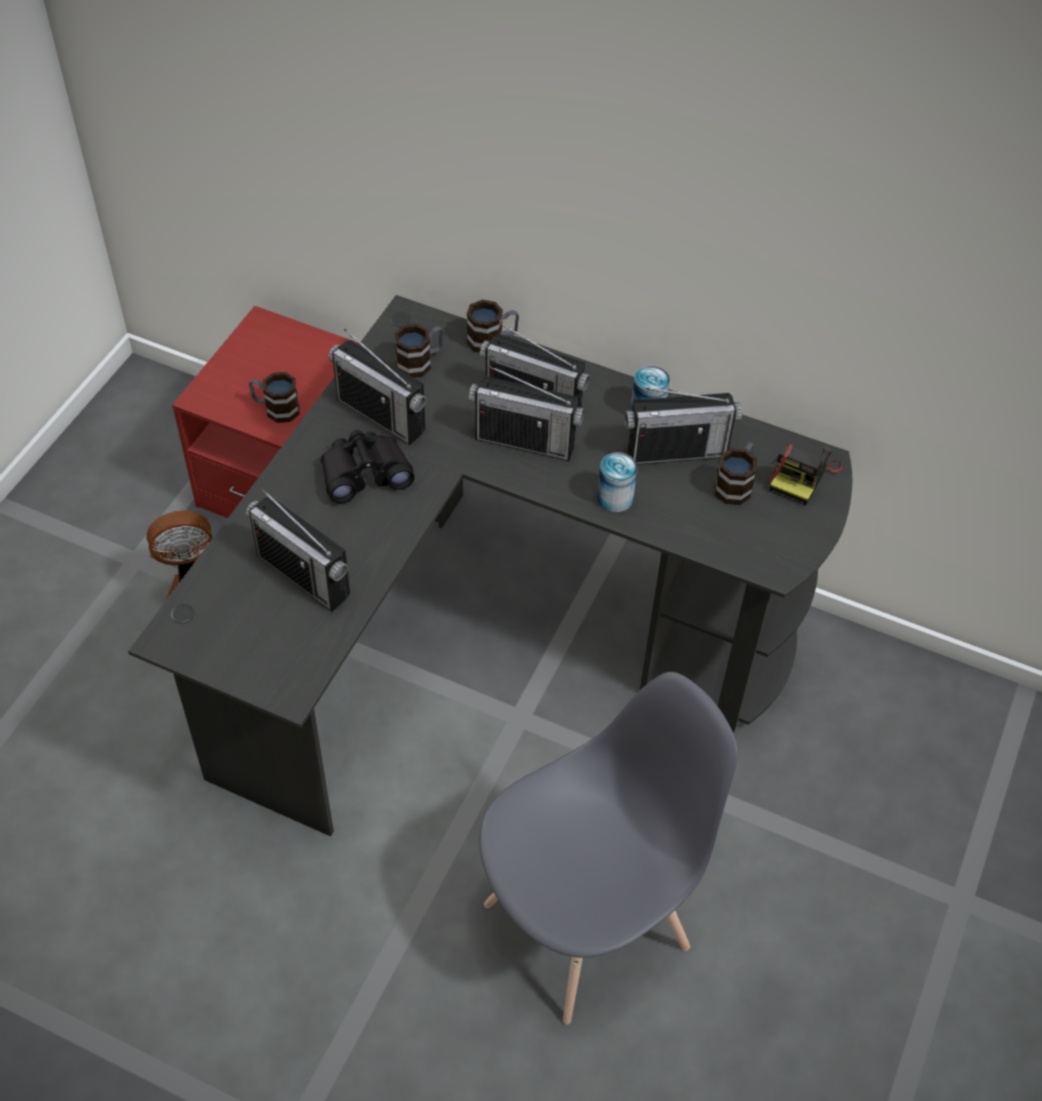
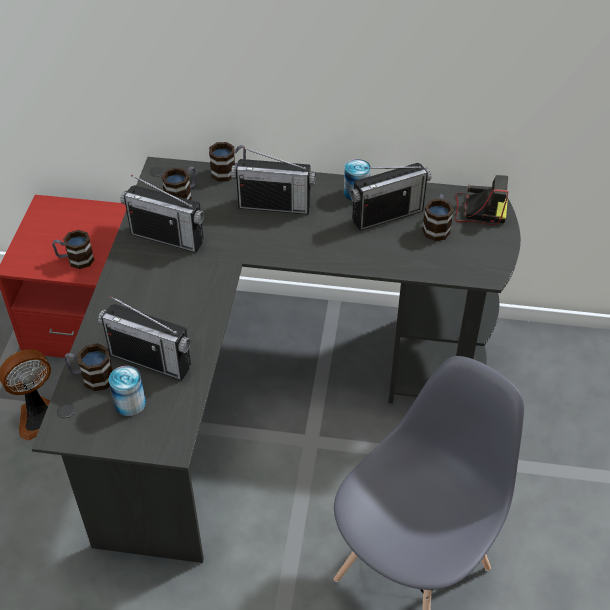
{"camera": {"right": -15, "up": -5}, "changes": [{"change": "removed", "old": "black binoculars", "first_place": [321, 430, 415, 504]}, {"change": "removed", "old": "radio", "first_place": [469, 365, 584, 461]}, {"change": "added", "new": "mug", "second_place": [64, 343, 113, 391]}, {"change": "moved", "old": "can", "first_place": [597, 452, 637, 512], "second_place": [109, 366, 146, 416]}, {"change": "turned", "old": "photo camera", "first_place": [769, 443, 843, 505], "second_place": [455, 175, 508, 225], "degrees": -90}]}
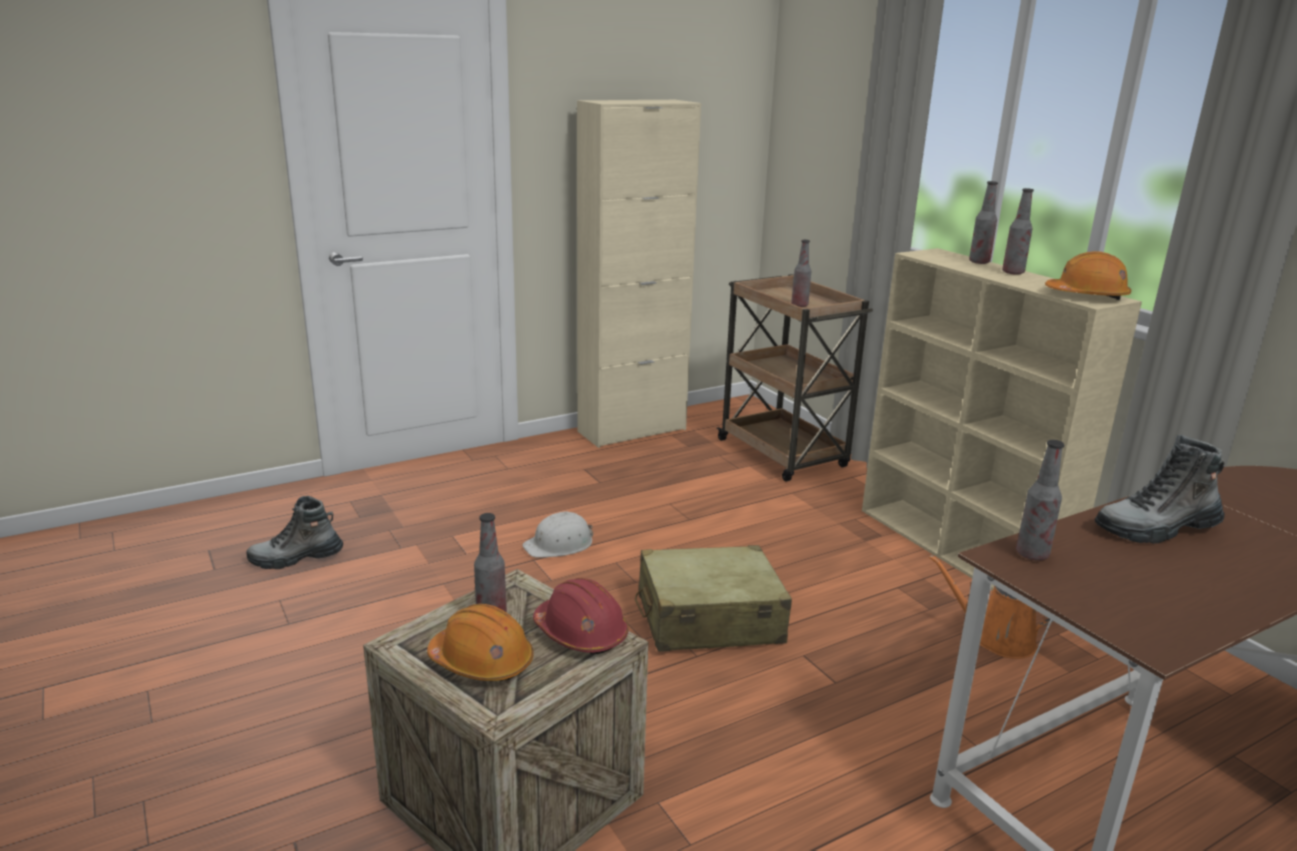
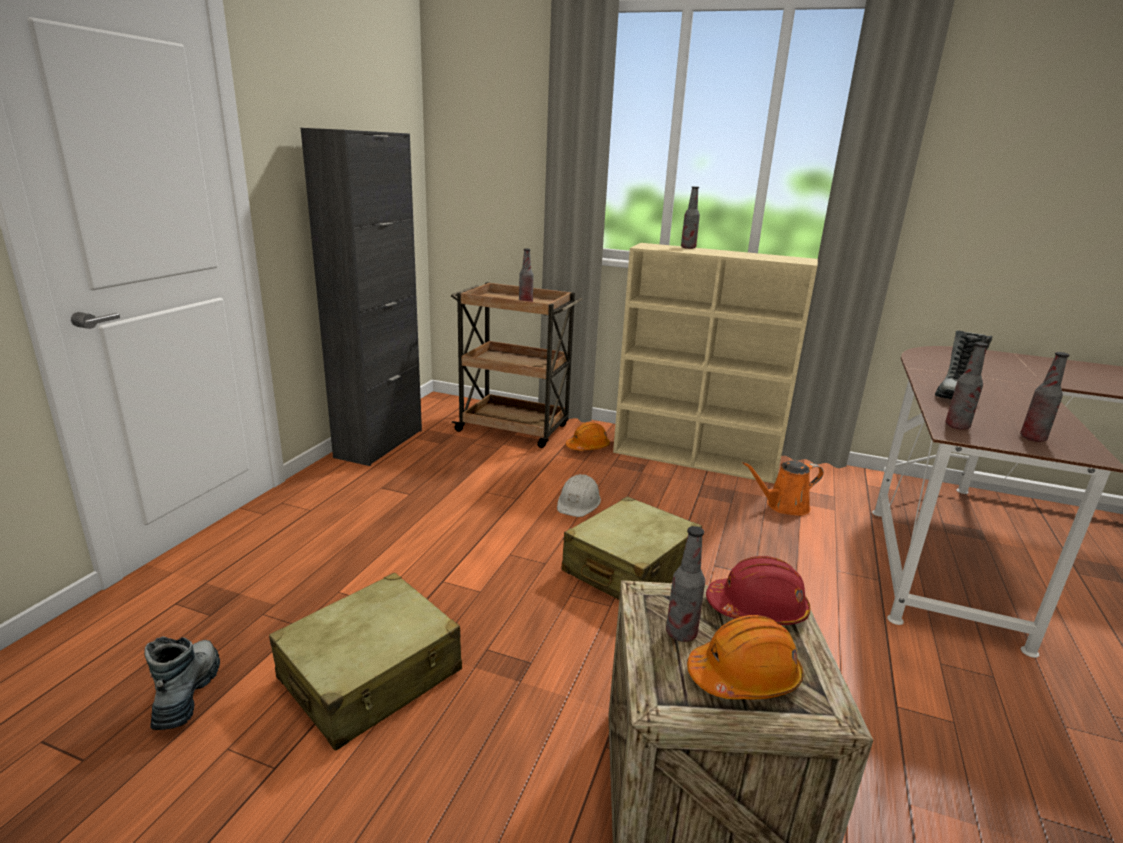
{"camera": {"right": -40, "up": 0}, "changes": [{"change": "added", "new": "beige suitcase", "second_place": [269, 573, 462, 750]}, {"change": "moved", "old": "white hard hat", "first_place": [522, 512, 593, 558], "second_place": [557, 474, 601, 517]}, {"change": "moved", "old": "bottle", "first_place": [1002, 188, 1034, 275], "second_place": [1020, 352, 1069, 442]}, {"change": "moved", "old": "orange hard hat", "first_place": [1045, 251, 1131, 301], "second_place": [566, 422, 610, 451]}, {"change": "recoloured", "old": "beige cabinet", "new": "black cabinet", "first_place": [577, 100, 701, 448], "second_place": [301, 128, 422, 466]}, {"change": "turned", "old": "boot", "first_place": [247, 496, 343, 569], "second_place": [144, 636, 220, 730], "degrees": 135}]}
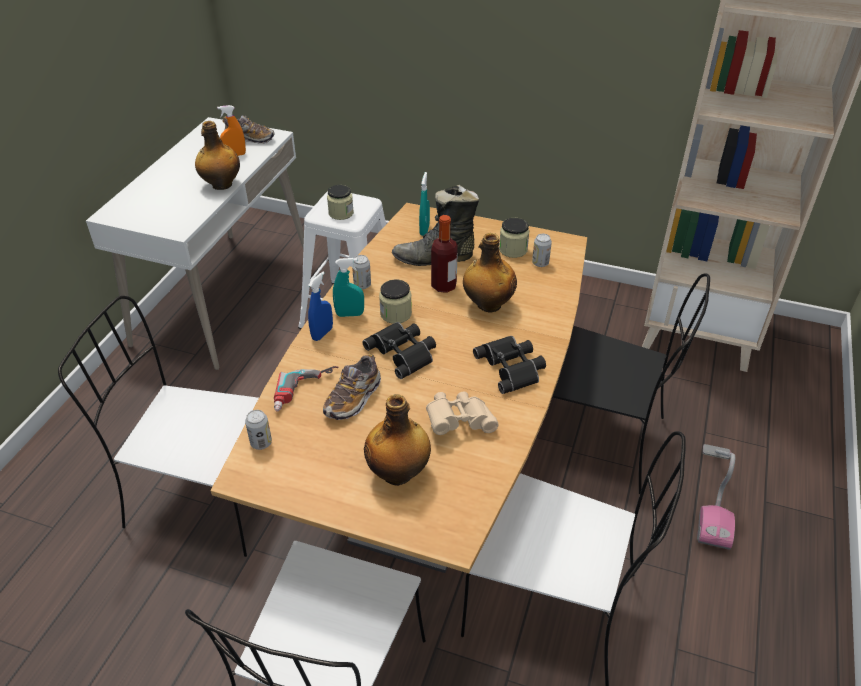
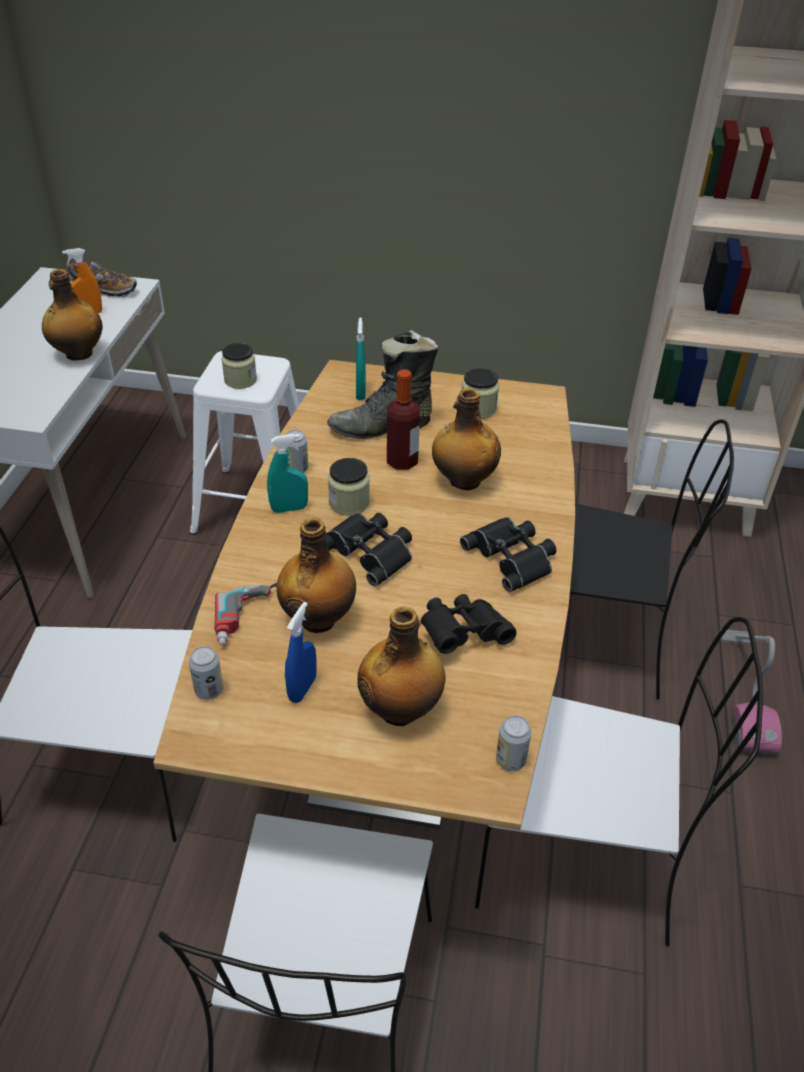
{"camera": {"right": -10, "up": 0}, "changes": [{"change": "moved", "old": "blue spray bottle", "first_place": [308, 272, 333, 341], "second_place": [285, 602, 317, 703]}, {"change": "moved", "old": "can", "first_place": [532, 234, 552, 267], "second_place": [496, 716, 531, 771]}, {"change": "replaced", "old": "shoe", "new": "bottle", "first_place": [323, 354, 381, 420], "second_place": [276, 518, 356, 633]}, {"change": "recoloured", "old": "beige binoculars", "new": "black binoculars", "first_place": [426, 392, 499, 435], "second_place": [421, 594, 516, 654]}]}
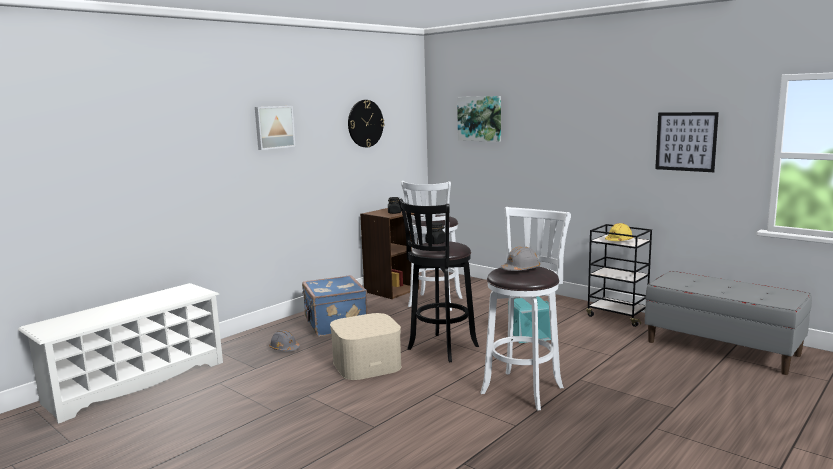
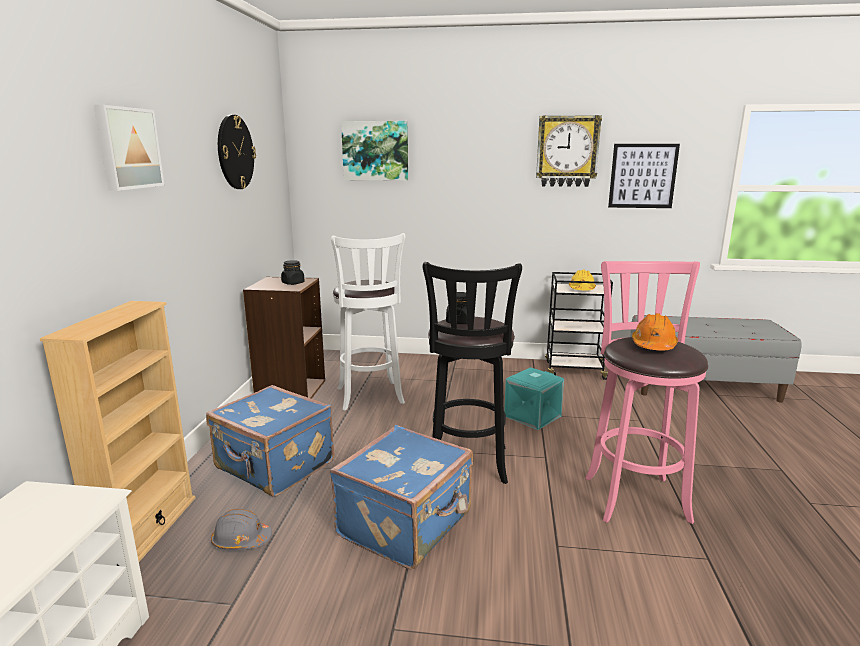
{"camera": {"right": -35, "up": 5}, "changes": [{"change": "added", "new": "beige bookcase", "second_place": [40, 301, 196, 562]}, {"change": "added", "new": "wall clock", "second_place": [536, 115, 602, 187]}, {"change": "replaced", "old": "beige storage box", "new": "blue suitcase", "first_place": [330, 313, 402, 380], "second_place": [330, 425, 473, 569]}, {"change": "recoloured", "old": "white stool", "new": "pink stool", "first_place": [480, 207, 571, 411], "second_place": [585, 261, 708, 524]}, {"change": "recoloured", "old": "grey hard hat", "new": "orange hard hat", "first_place": [501, 246, 540, 271], "second_place": [632, 313, 678, 350]}]}
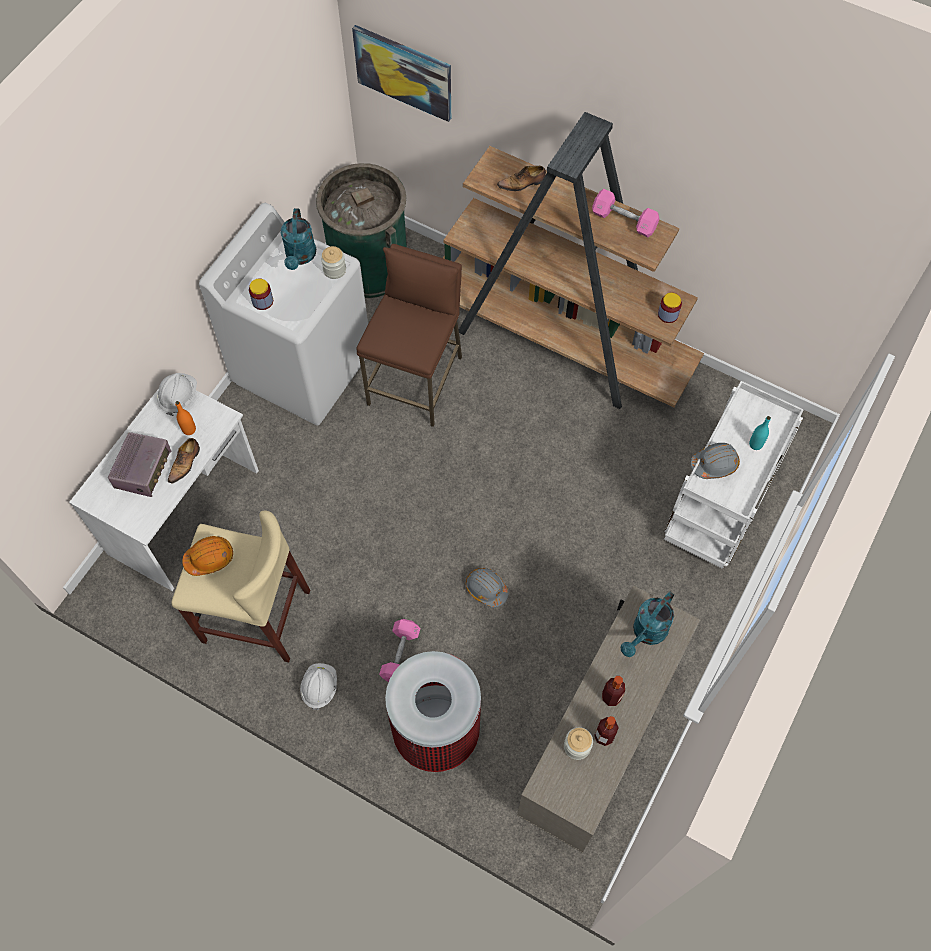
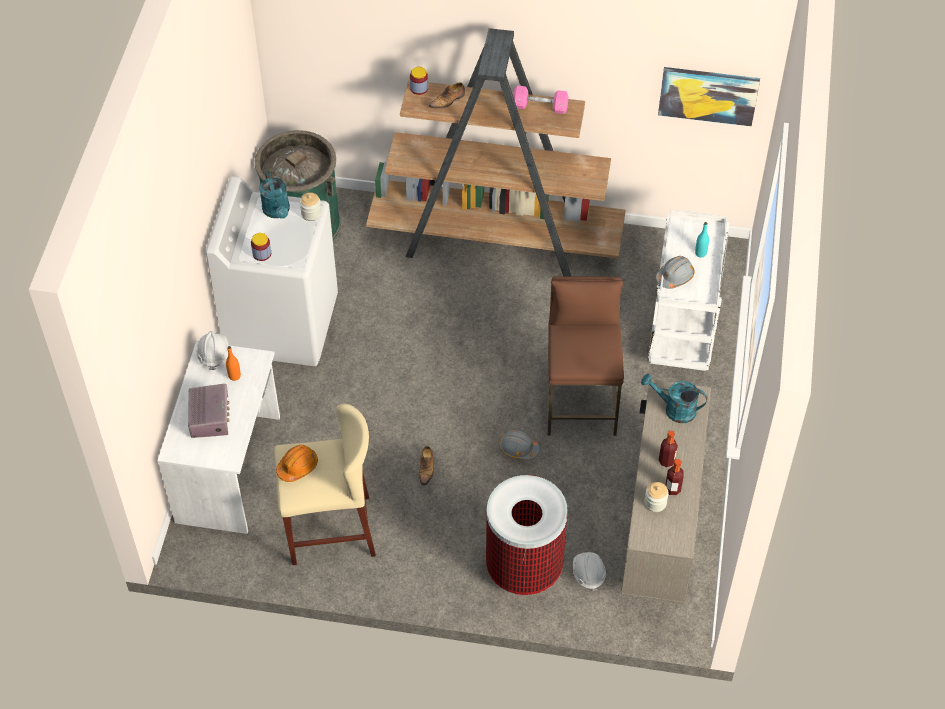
{"camera": {"right": -20, "up": -10}, "changes": [{"change": "removed", "old": "pink dumbbell", "first_place": [379, 619, 421, 682]}, {"change": "moved", "old": "shoe", "first_place": [168, 438, 200, 483], "second_place": [419, 446, 434, 485]}, {"change": "moved", "old": "white hard hat", "first_place": [300, 663, 337, 710], "second_place": [573, 552, 606, 591]}, {"change": "moved", "old": "picture", "first_place": [352, 25, 451, 122], "second_place": [658, 67, 760, 127]}, {"change": "moved", "old": "brown stool", "first_place": [356, 244, 462, 427], "second_place": [548, 276, 624, 436]}, {"change": "moved", "old": "jar", "first_place": [658, 293, 682, 323], "second_place": [410, 67, 428, 95]}, {"change": "turned", "old": "turquoise watering can", "first_place": [621, 591, 674, 657], "second_place": [641, 374, 708, 423], "degrees": 90}]}
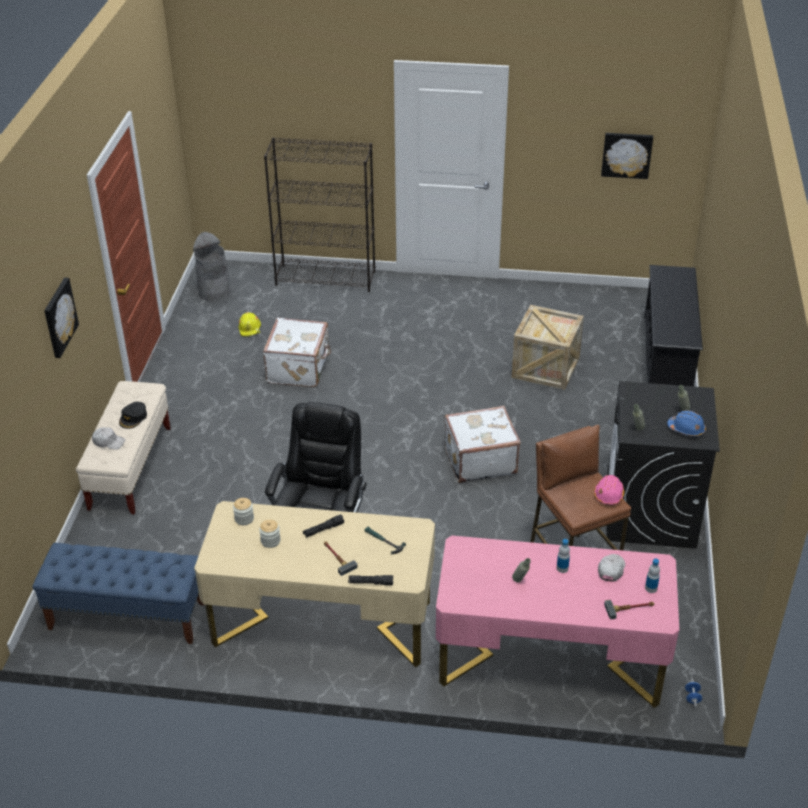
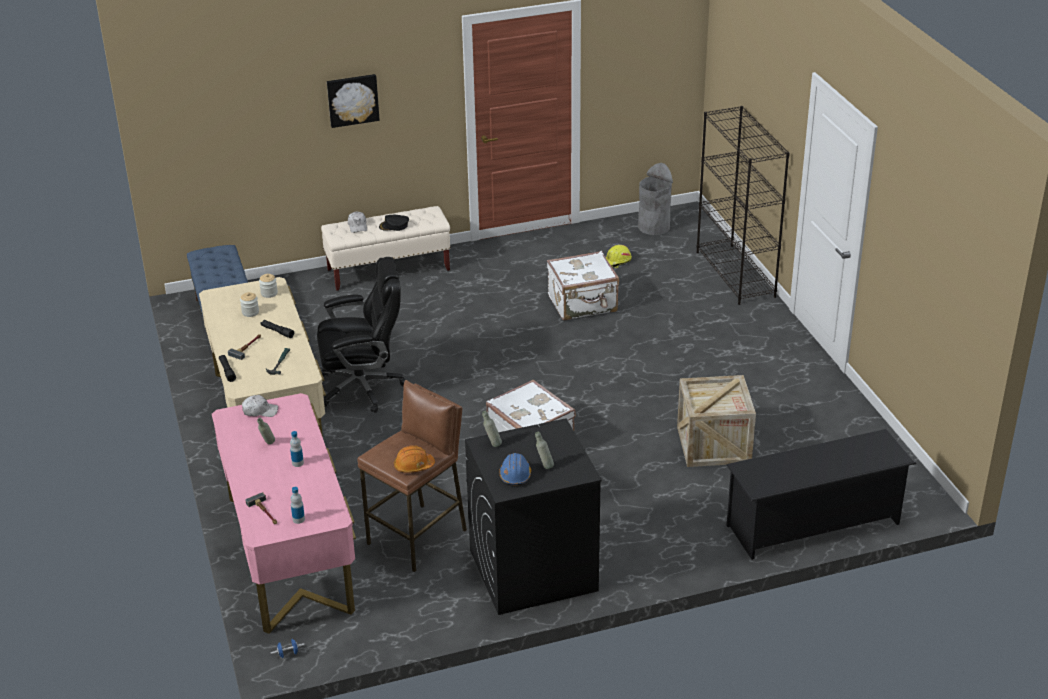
{"camera": {"right": 65, "up": -5}, "changes": [{"change": "removed", "old": "picture", "first_place": [601, 133, 653, 179]}, {"change": "moved", "old": "white cap", "first_place": [598, 554, 625, 582], "second_place": [242, 395, 278, 417]}, {"change": "recoloured", "old": "pink hard hat", "new": "orange hard hat", "first_place": [594, 475, 624, 505], "second_place": [394, 445, 435, 473]}]}
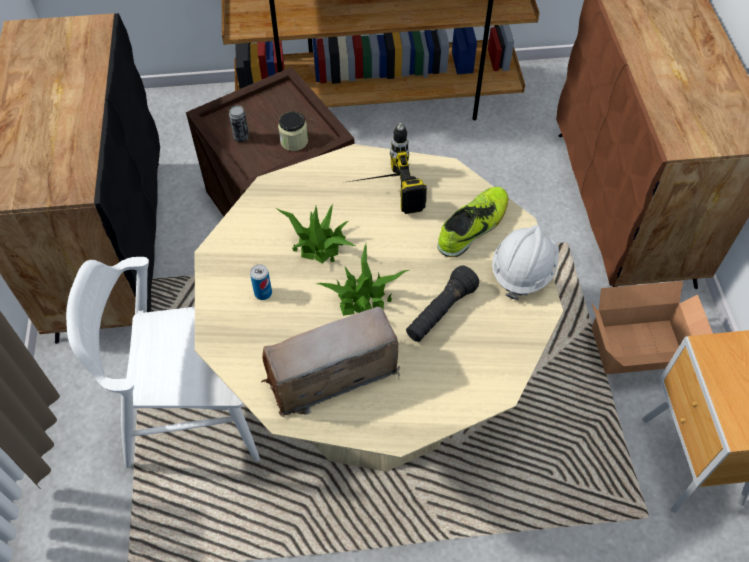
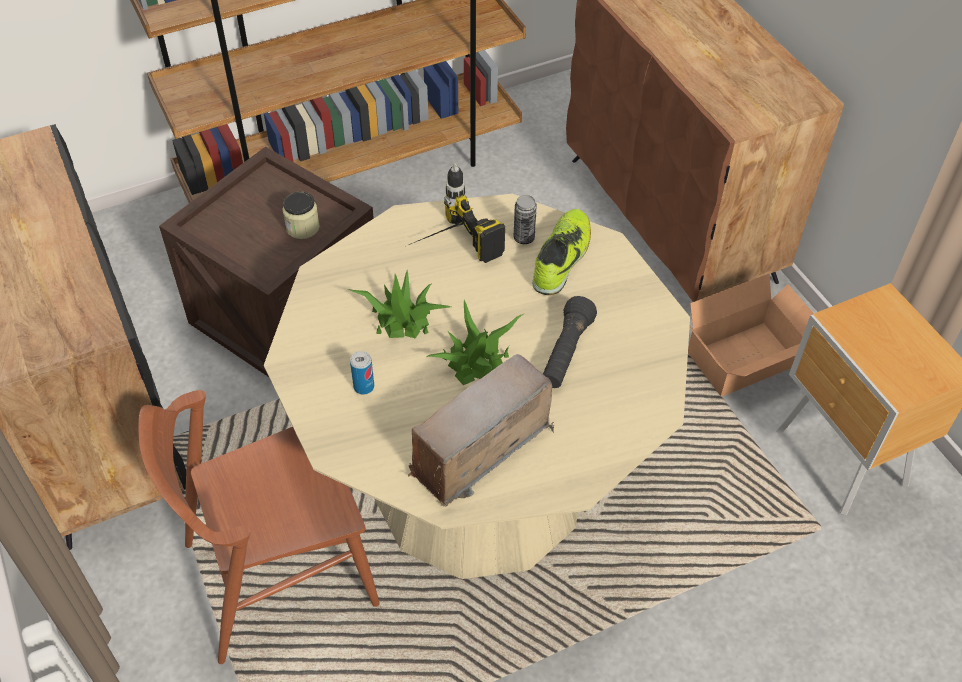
{"camera": {"right": -20, "up": -5}, "changes": [{"change": "removed", "old": "white hard hat", "first_place": [492, 225, 559, 300]}, {"change": "moved", "old": "can", "first_place": [229, 105, 249, 142], "second_place": [514, 195, 537, 244]}, {"change": "recoloured", "old": "white chair", "new": "brown chair", "first_place": [66, 257, 260, 468], "second_place": [138, 390, 380, 664]}]}
